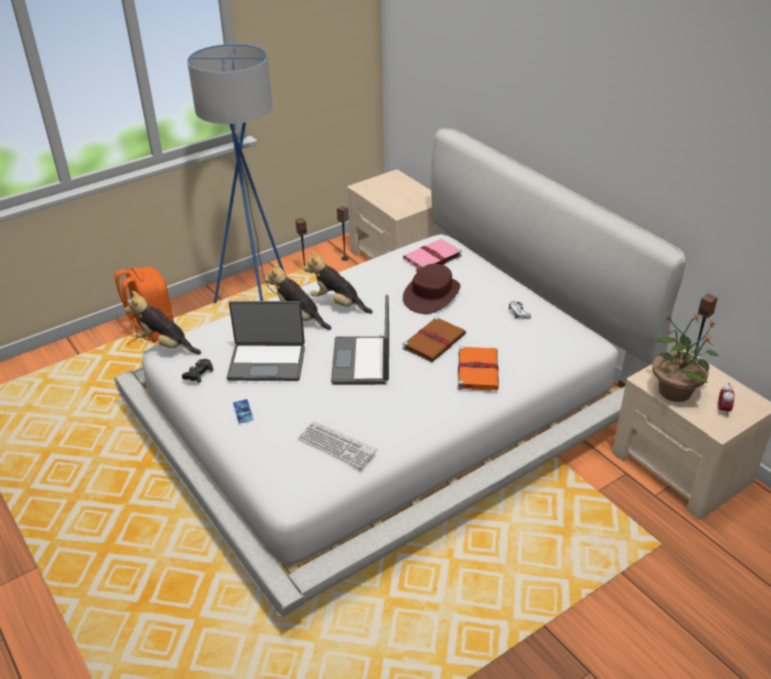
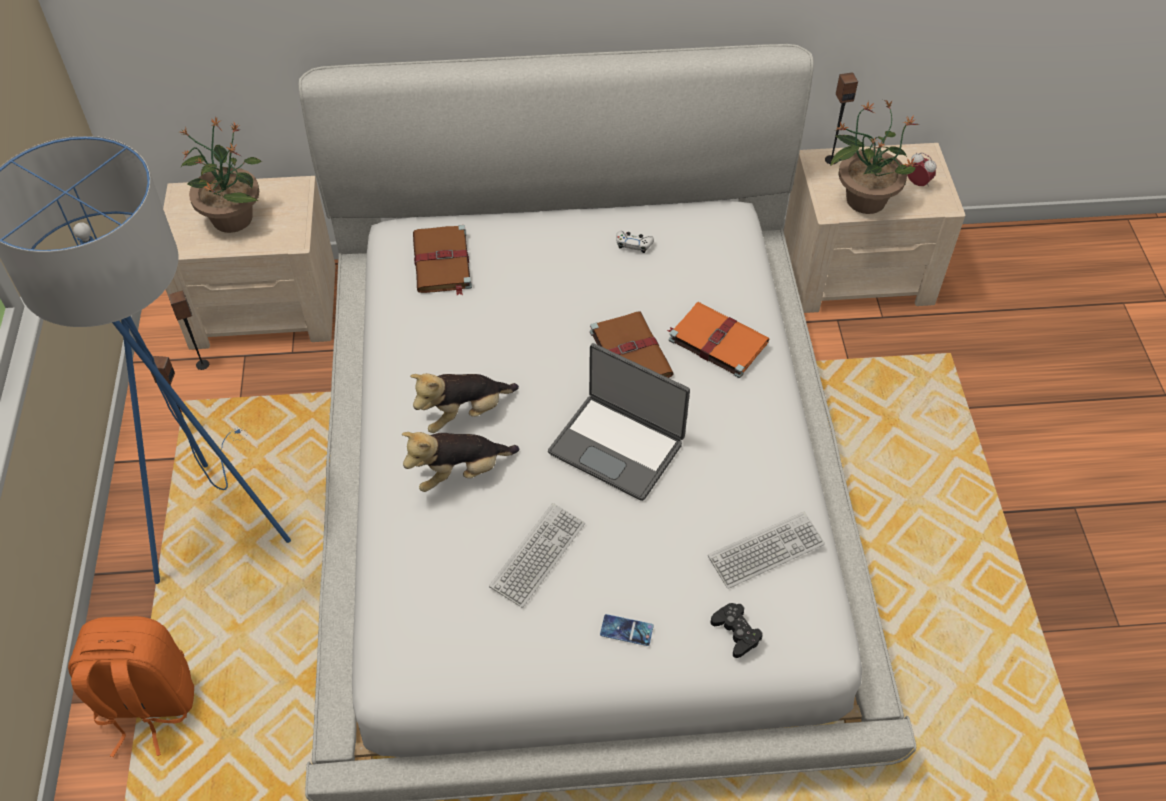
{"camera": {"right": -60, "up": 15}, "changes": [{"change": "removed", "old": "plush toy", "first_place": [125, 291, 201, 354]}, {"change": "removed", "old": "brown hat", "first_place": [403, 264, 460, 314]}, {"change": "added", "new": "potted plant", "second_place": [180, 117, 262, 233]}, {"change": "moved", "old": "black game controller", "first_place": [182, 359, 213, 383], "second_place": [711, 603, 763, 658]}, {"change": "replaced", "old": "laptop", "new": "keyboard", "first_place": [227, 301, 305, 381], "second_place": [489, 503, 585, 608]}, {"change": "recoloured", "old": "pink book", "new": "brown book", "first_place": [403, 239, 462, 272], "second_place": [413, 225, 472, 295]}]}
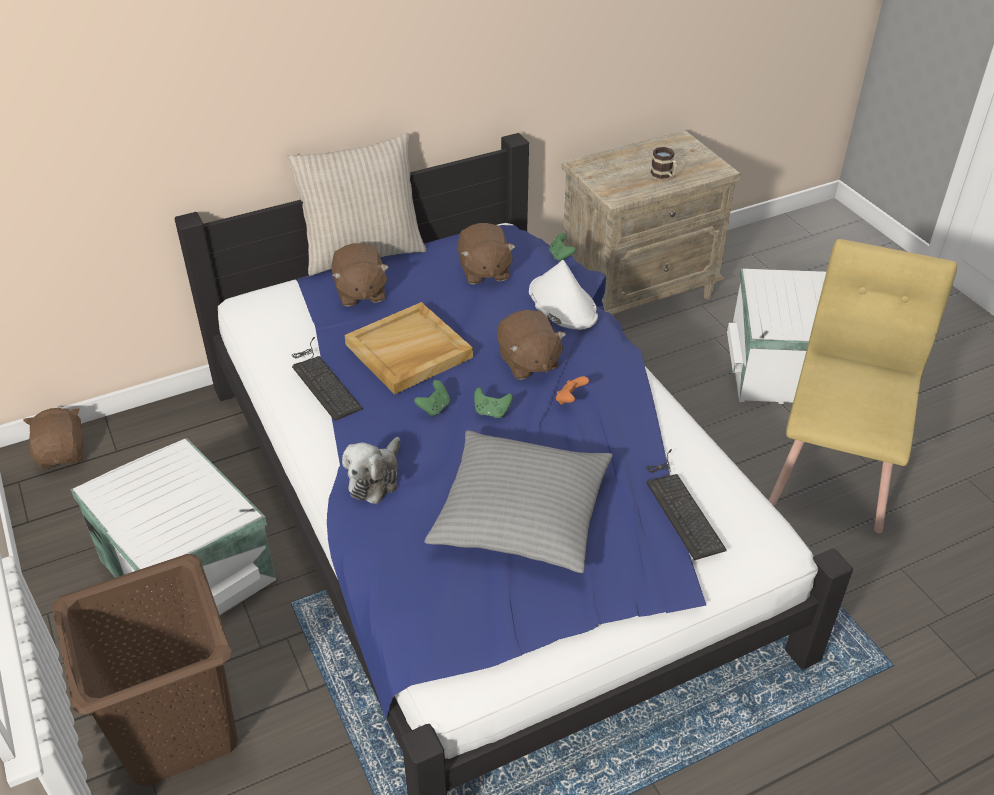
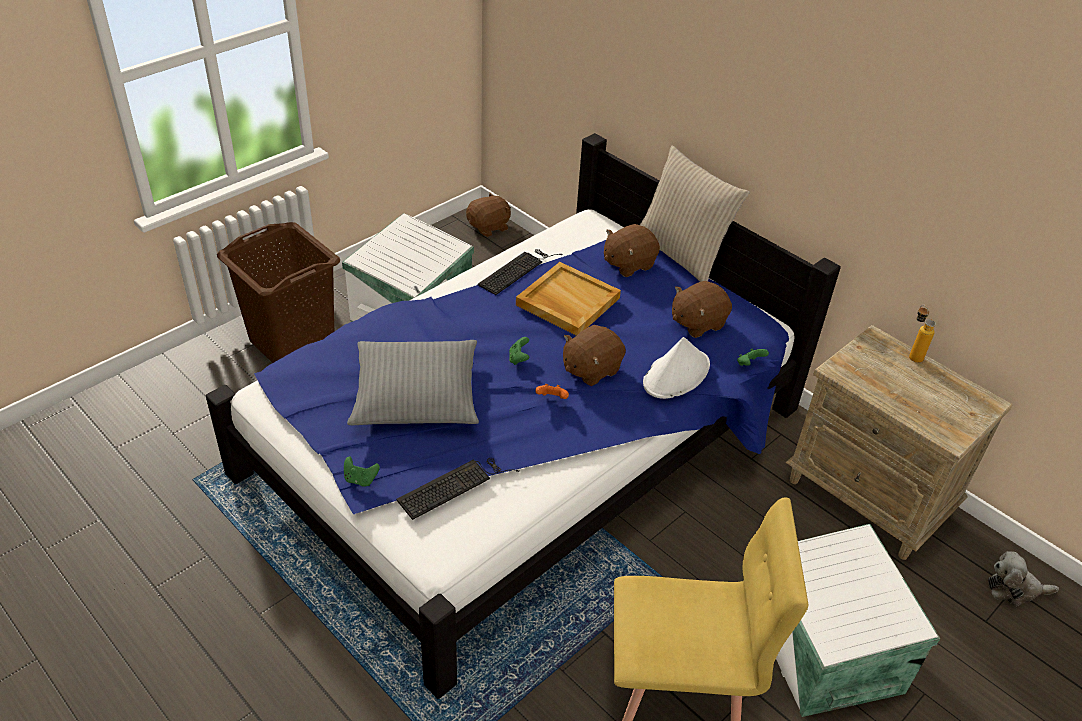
{"camera": {"right": 70, "up": 0}, "changes": [{"change": "removed", "old": "mug", "first_place": [651, 147, 677, 179]}, {"change": "added", "new": "bottle", "second_place": [909, 305, 936, 363]}, {"change": "moved", "old": "plush toy", "first_place": [342, 437, 400, 504], "second_place": [988, 551, 1059, 606]}, {"change": "moved", "old": "green game controller", "first_place": [414, 380, 450, 416], "second_place": [344, 456, 380, 487]}]}
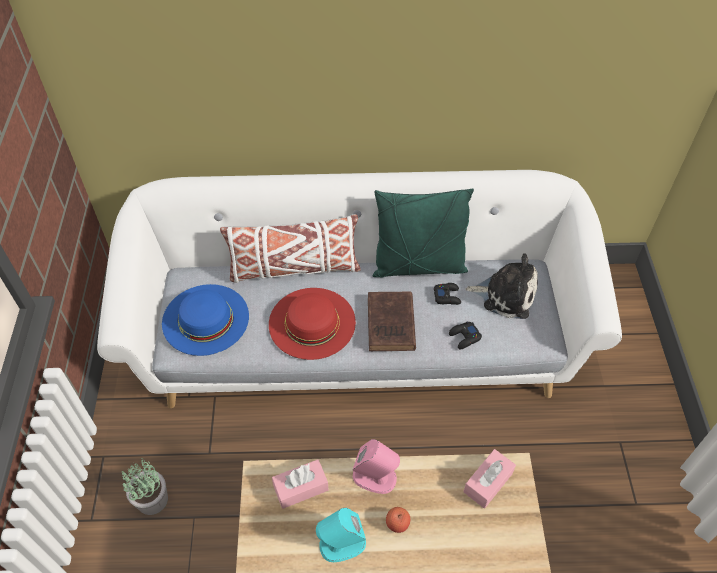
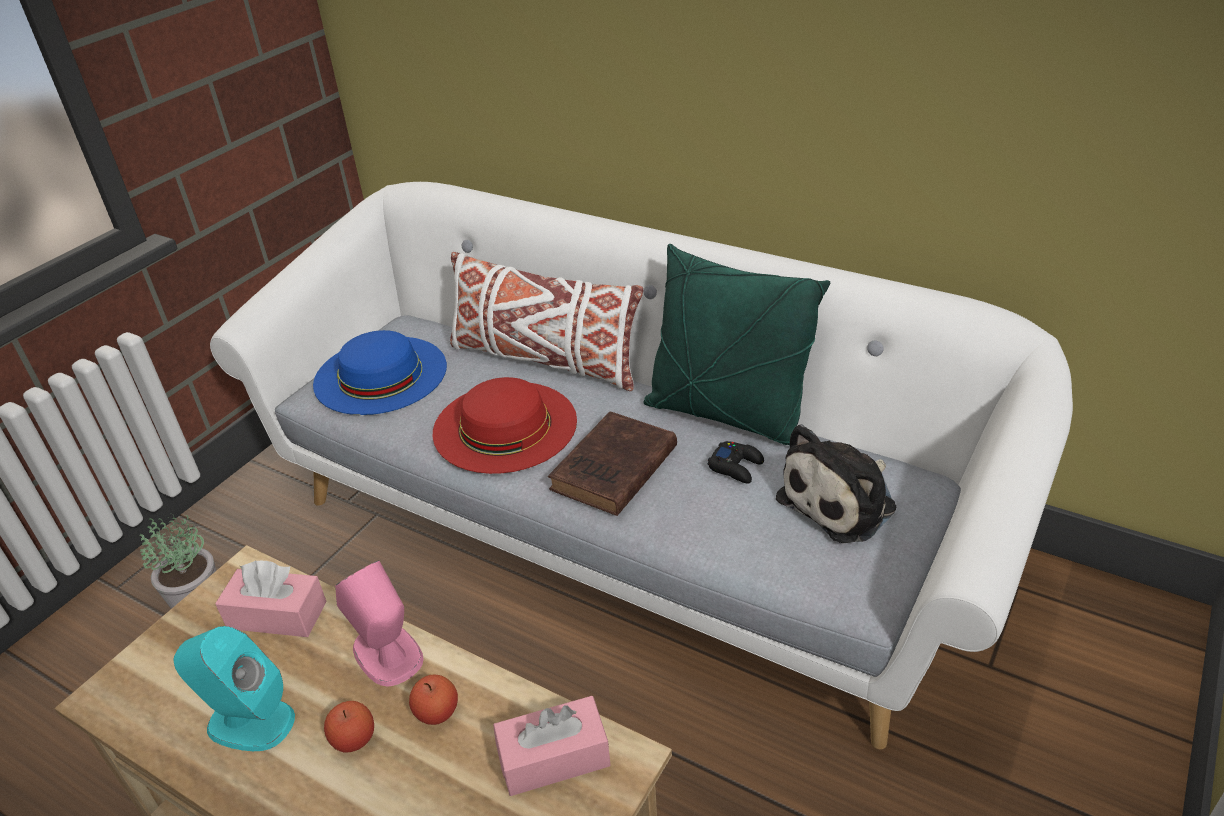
{"camera": {"right": 35, "up": -15}, "changes": [{"change": "removed", "old": "black game controller", "first_place": [449, 321, 482, 350]}, {"change": "added", "new": "apple", "second_place": [409, 675, 458, 725]}, {"change": "turned", "old": "plush toy", "first_place": [465, 253, 538, 319], "second_place": [776, 424, 896, 543], "degrees": 90}]}
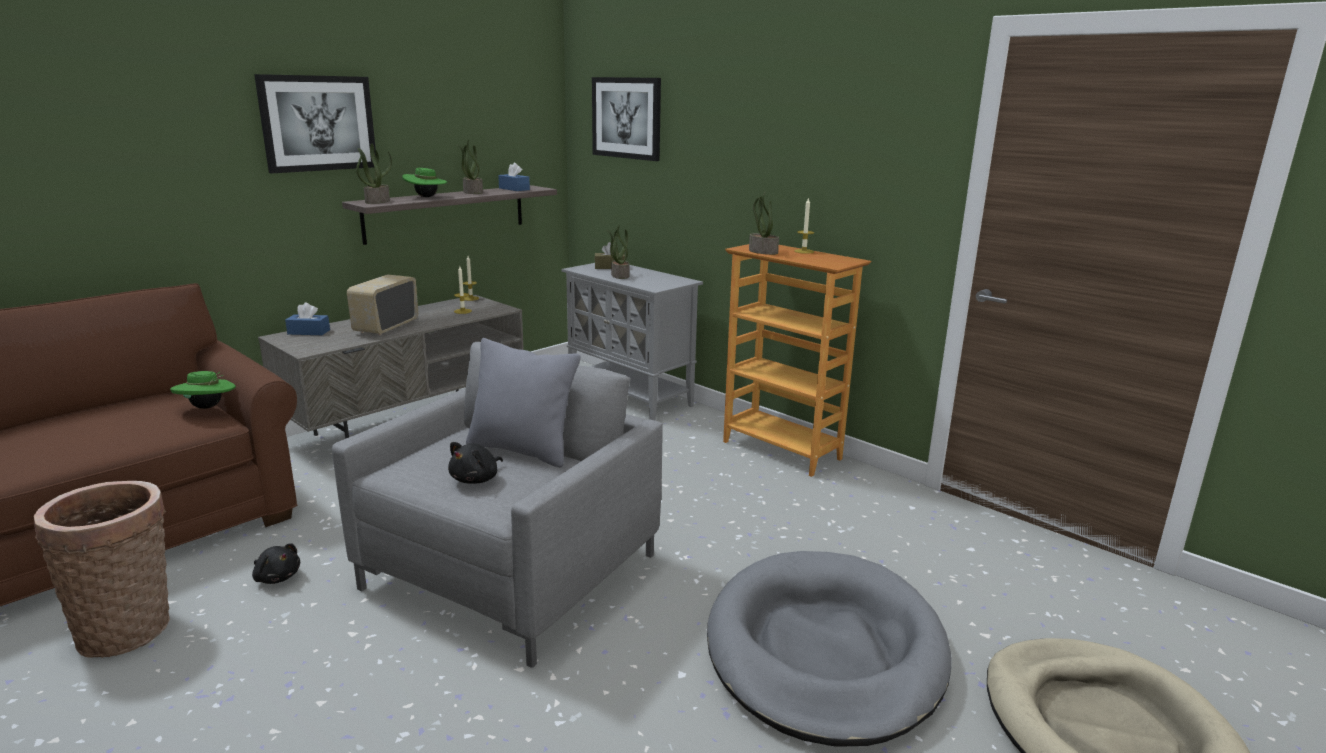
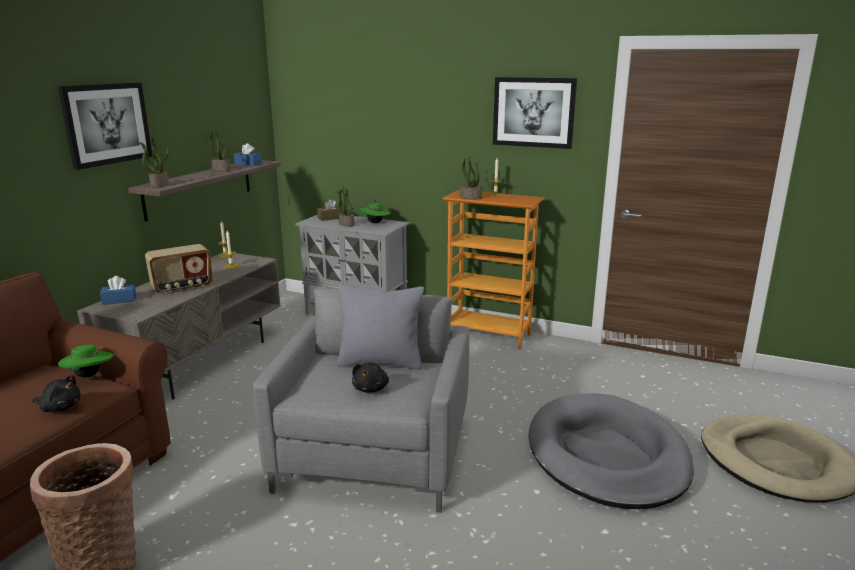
{"camera": {"right": -20, "up": 0}, "changes": [{"change": "moved", "old": "black plush toy", "first_place": [252, 543, 300, 584], "second_place": [32, 375, 81, 412]}, {"change": "moved", "old": "green hat", "first_place": [402, 168, 447, 197], "second_place": [360, 202, 391, 223]}, {"change": "moved", "old": "picture", "first_place": [592, 77, 661, 161], "second_place": [493, 77, 577, 149]}, {"change": "turned", "old": "radio", "first_place": [347, 274, 418, 335], "second_place": [145, 244, 213, 294], "degrees": -120}]}
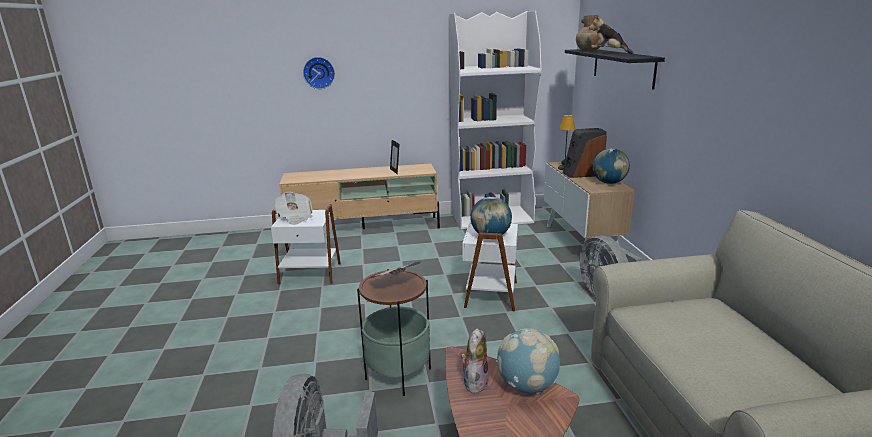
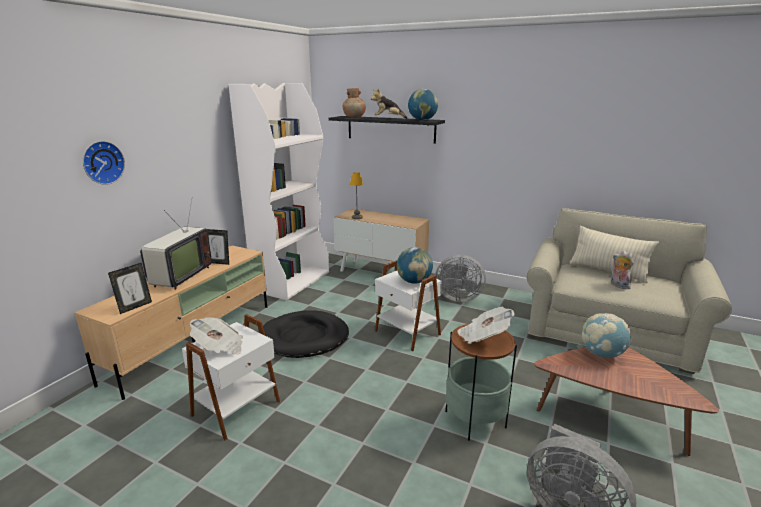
{"camera": {"right": -55, "up": 0}, "changes": [{"change": "removed", "old": "speaker", "first_place": [563, 128, 607, 178]}, {"change": "added", "new": "picture frame", "second_place": [108, 263, 152, 314]}, {"change": "added", "new": "television", "second_place": [140, 200, 212, 290]}, {"change": "added", "new": "black dog bed", "second_place": [263, 310, 349, 358]}, {"change": "added", "new": "beige pillow", "second_place": [569, 226, 659, 283]}, {"change": "moved", "old": "plush toy", "first_place": [461, 328, 489, 393], "second_place": [611, 251, 634, 289]}, {"change": "moved", "old": "globe", "first_place": [593, 148, 630, 184], "second_place": [408, 89, 438, 121]}]}
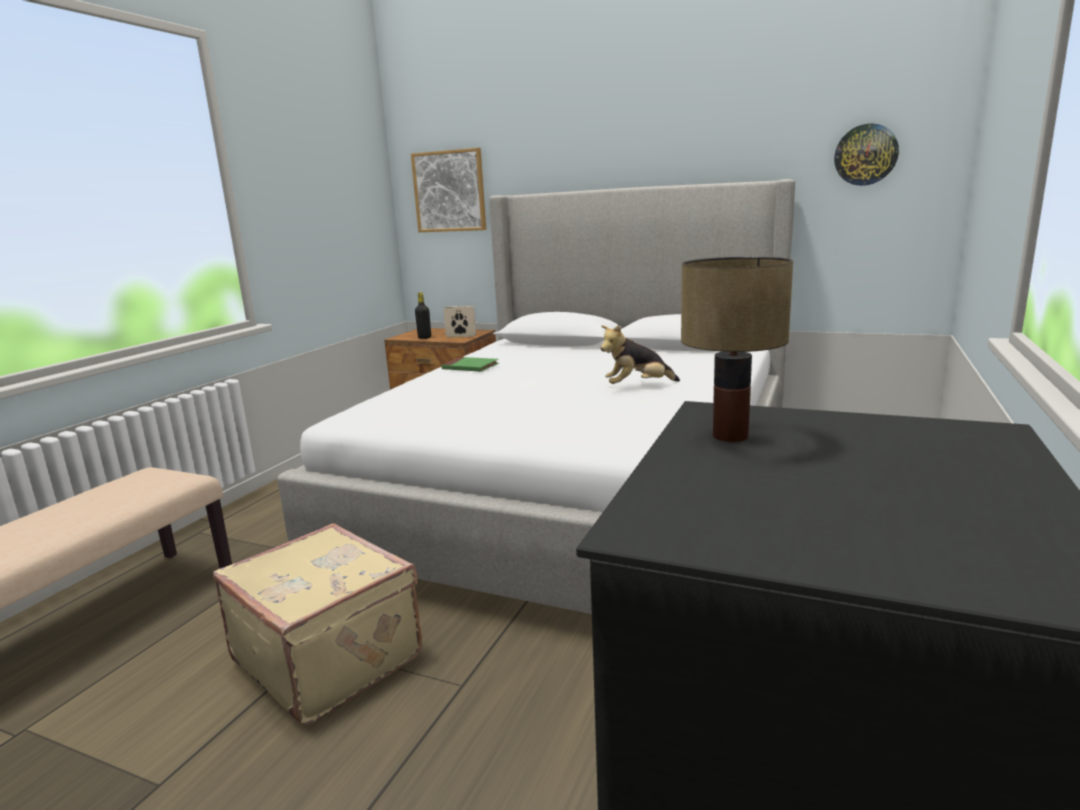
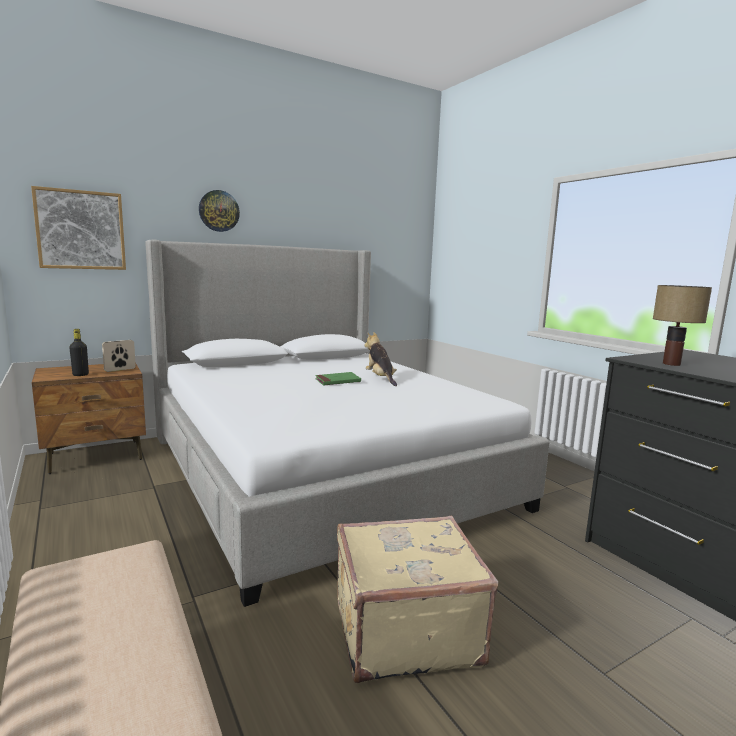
{"camera": {"right": -55, "up": -5}, "changes": [{"change": "moved", "old": "green book", "first_place": [441, 357, 499, 372], "second_place": [315, 372, 361, 385]}, {"change": "moved", "old": "wall clock", "first_place": [834, 123, 899, 186], "second_place": [199, 190, 240, 232]}, {"change": "turned", "old": "plush toy", "first_place": [600, 325, 680, 384], "second_place": [365, 332, 397, 386], "degrees": 135}]}
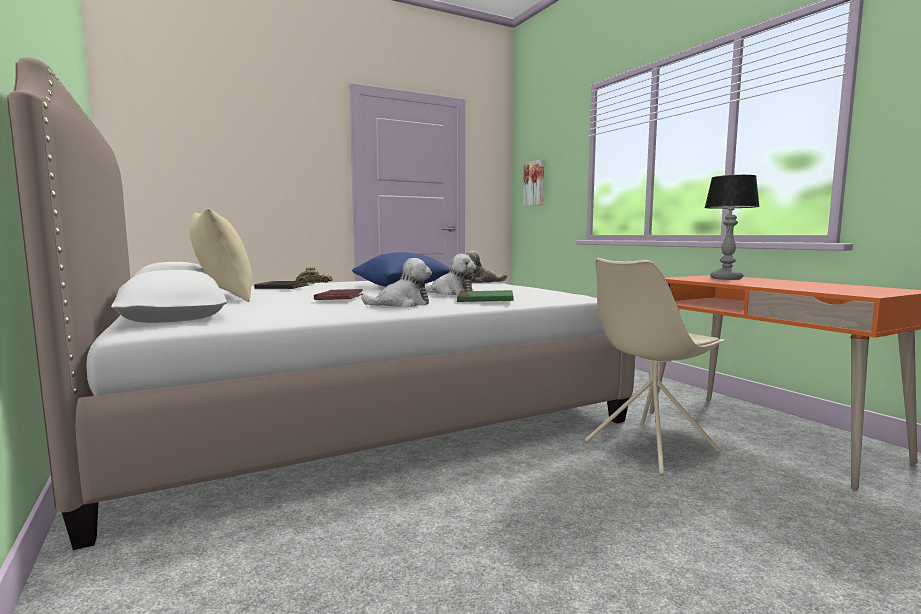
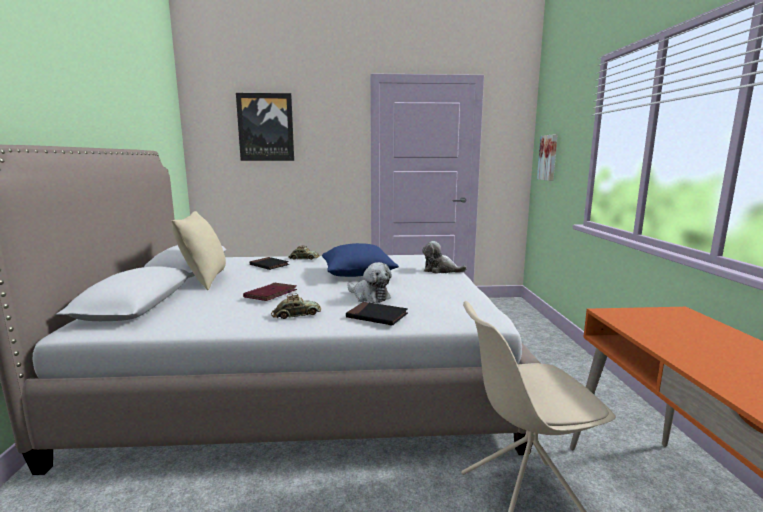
{"camera": {"right": 25, "up": 5}, "changes": [{"change": "removed", "old": "table lamp", "first_place": [704, 175, 760, 280]}, {"change": "added", "new": "picture", "second_place": [236, 93, 294, 161]}, {"change": "replaced", "old": "plush toy", "new": "toy car", "first_place": [361, 258, 432, 307], "second_place": [271, 293, 321, 319]}, {"change": "recoloured", "old": "green book", "new": "black book", "first_place": [457, 290, 514, 302], "second_place": [346, 302, 408, 325]}]}
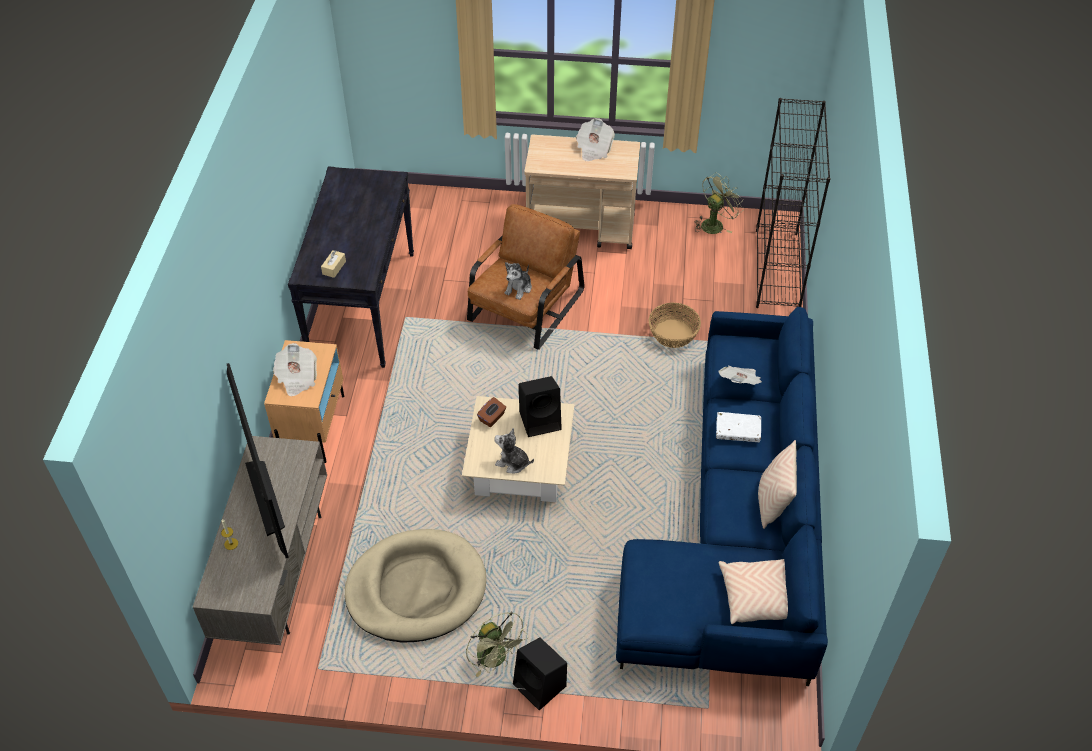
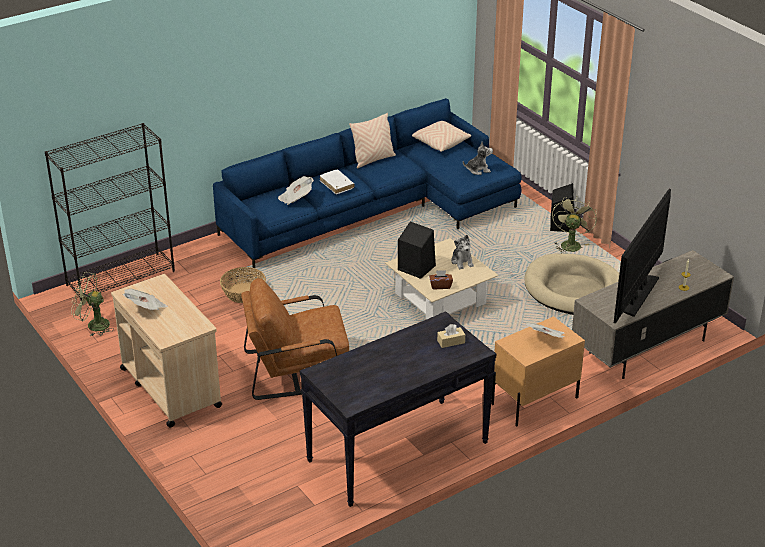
{"camera": {"right": -130, "up": -15}, "changes": [{"change": "moved", "old": "plush toy", "first_place": [505, 262, 532, 300], "second_place": [463, 142, 493, 175]}]}
